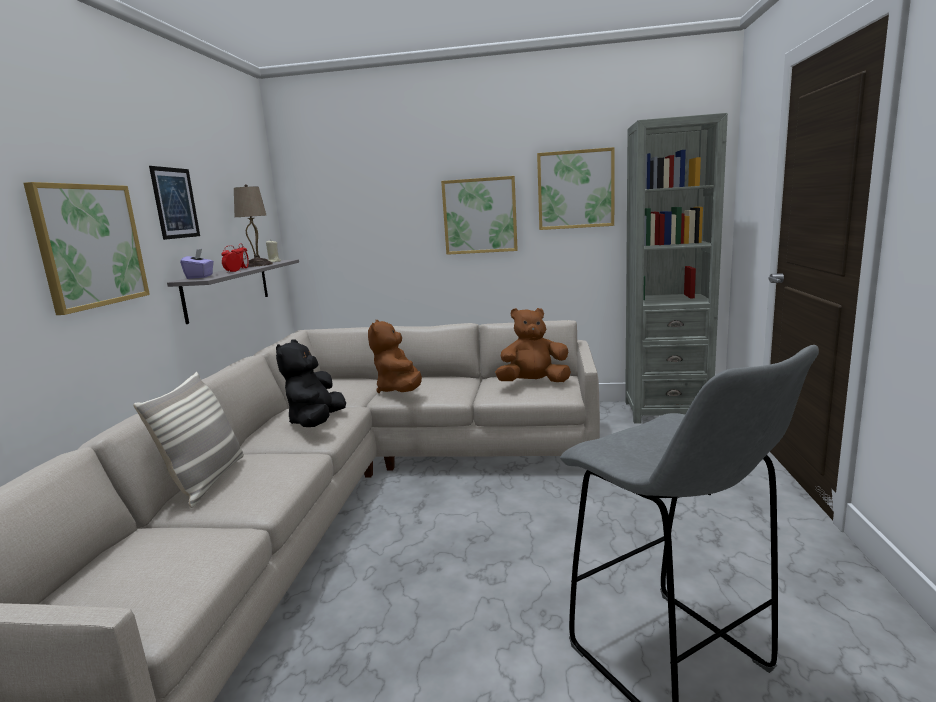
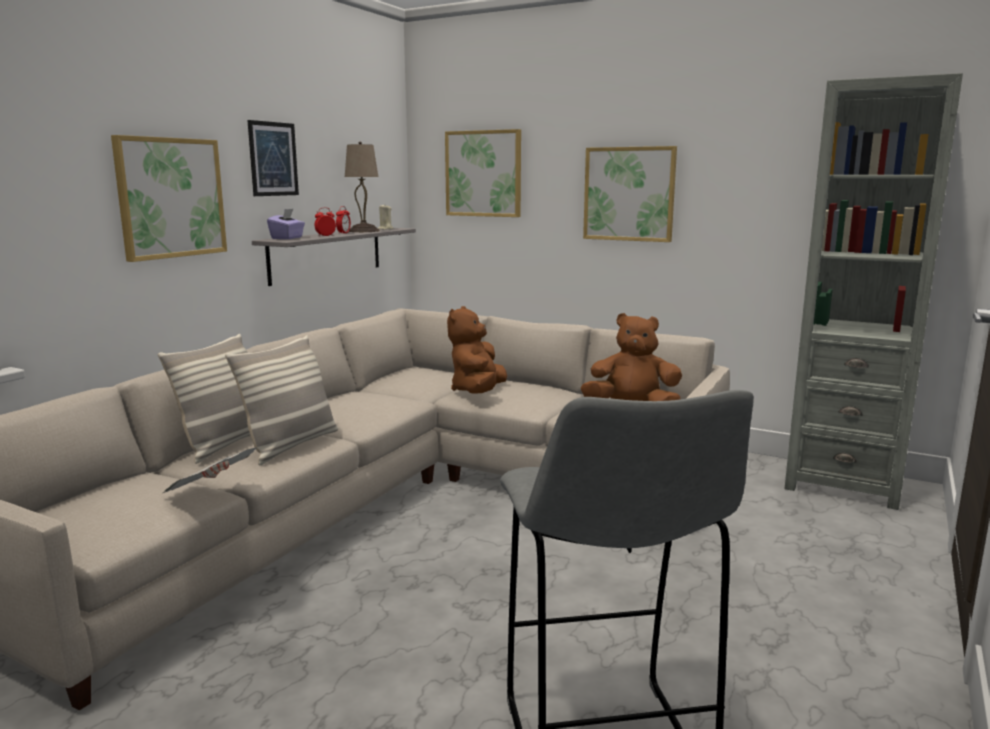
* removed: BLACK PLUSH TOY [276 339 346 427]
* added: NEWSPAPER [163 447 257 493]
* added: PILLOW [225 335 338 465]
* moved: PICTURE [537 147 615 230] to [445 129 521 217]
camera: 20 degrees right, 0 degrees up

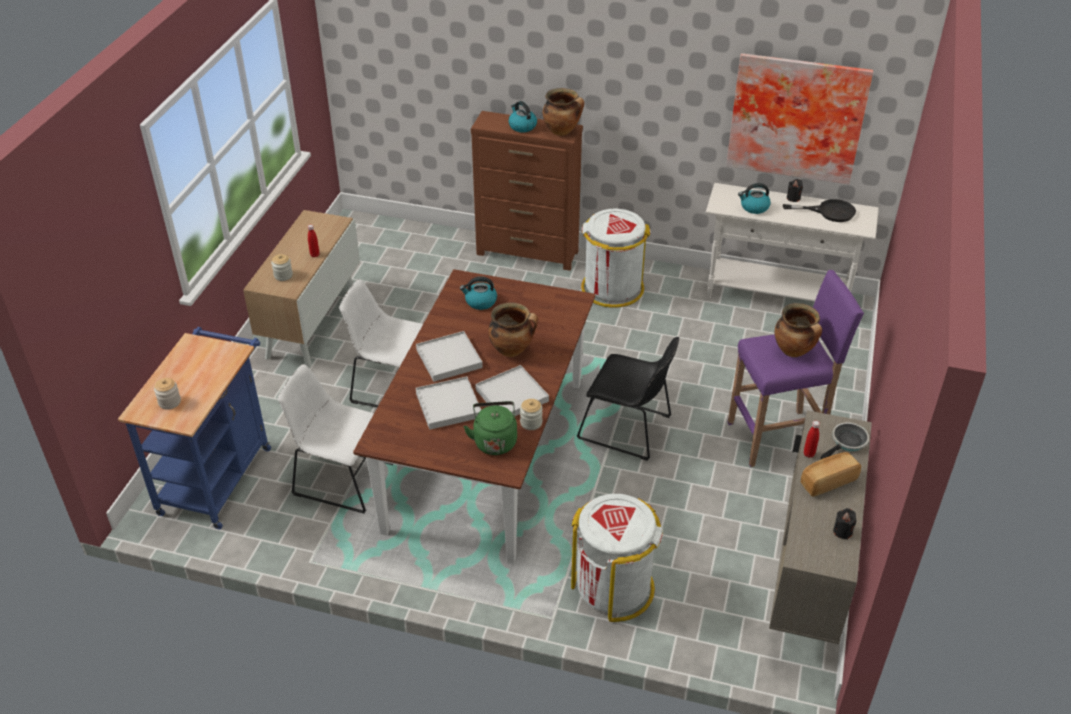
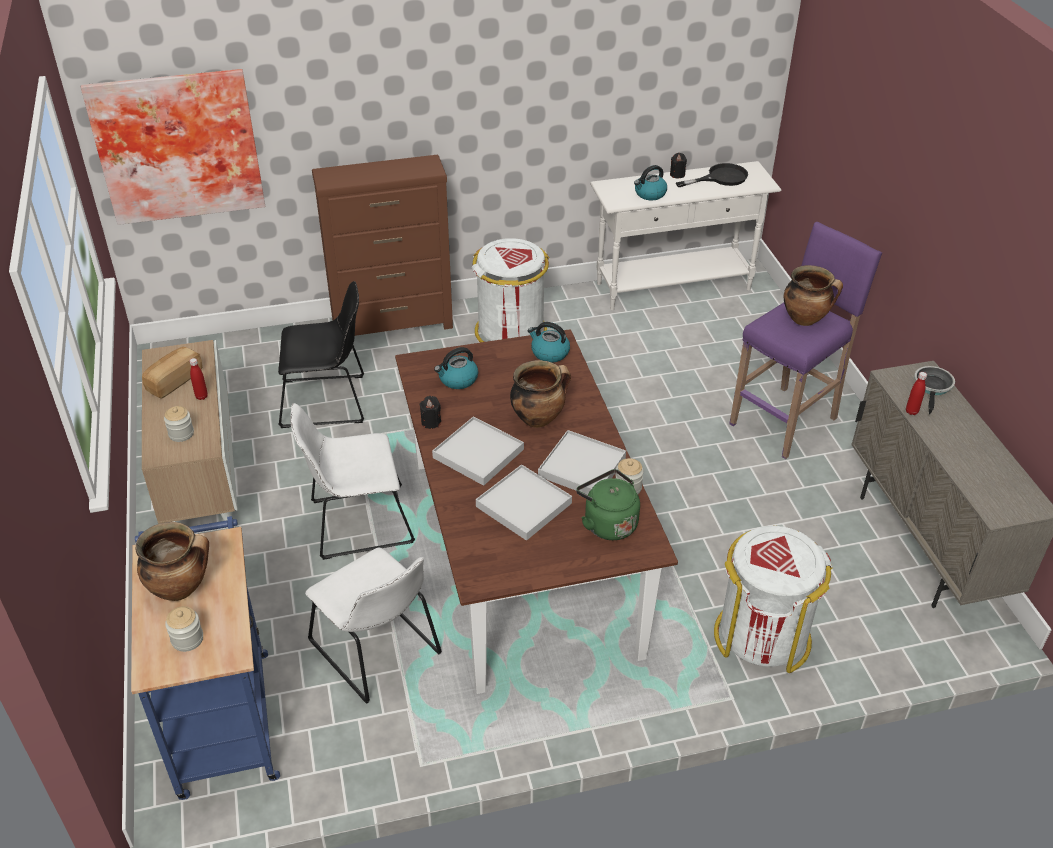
* moved: KETTLE [509 101 537 133] to [528 322 570 363]
* moved: COOKING POT [543 88 584 136] to [136 522 209 601]
* moved: BLACK CHAIR [577 337 679 461] to [278 281 364 428]
* moved: PICTURE [726 53 873 184] to [81 69 265 225]
* moved: BREAD [801 452 861 497] to [142 347 202 399]
* moved: BLACK CANDLE [833 508 856 539] to [419 396 441 429]
* turned: WHITE CHAIR [278 364 393 513] = [305 547 442 704] 120 degrees counterclockwise
camera: 30 degrees left, 0 degrees up

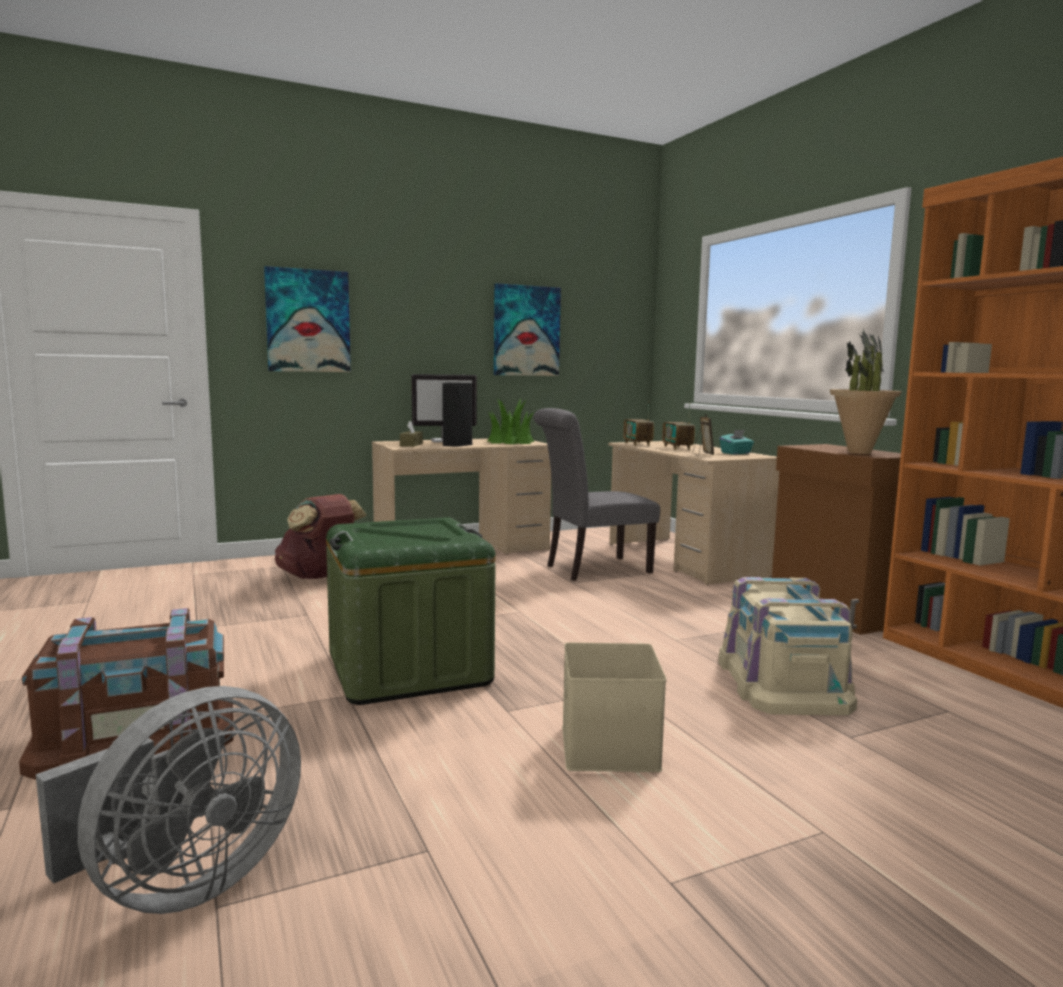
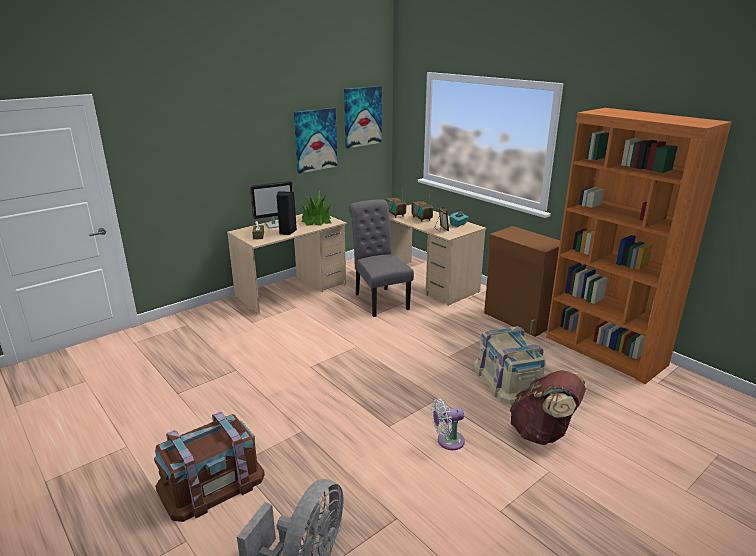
* removed: GREEN STORAGE BOX [326 517 496 705]
* removed: POTTED PLANT [830 329 902 454]
* moved: PICTURE [264 266 351 372] to [344 86 382 149]
* moved: BROWN BACKPACK [275 494 367 579] to [510 370 586 445]
* replaced: BEIGE STORAGE BOX [562 643 666 772] to WHITE FAN [431 398 465 450]
* turned: GREY CHAIR [534 408 660 581] = [349 199 414 317] 105 degrees clockwise
camera: 15 degrees left, 15 degrees up

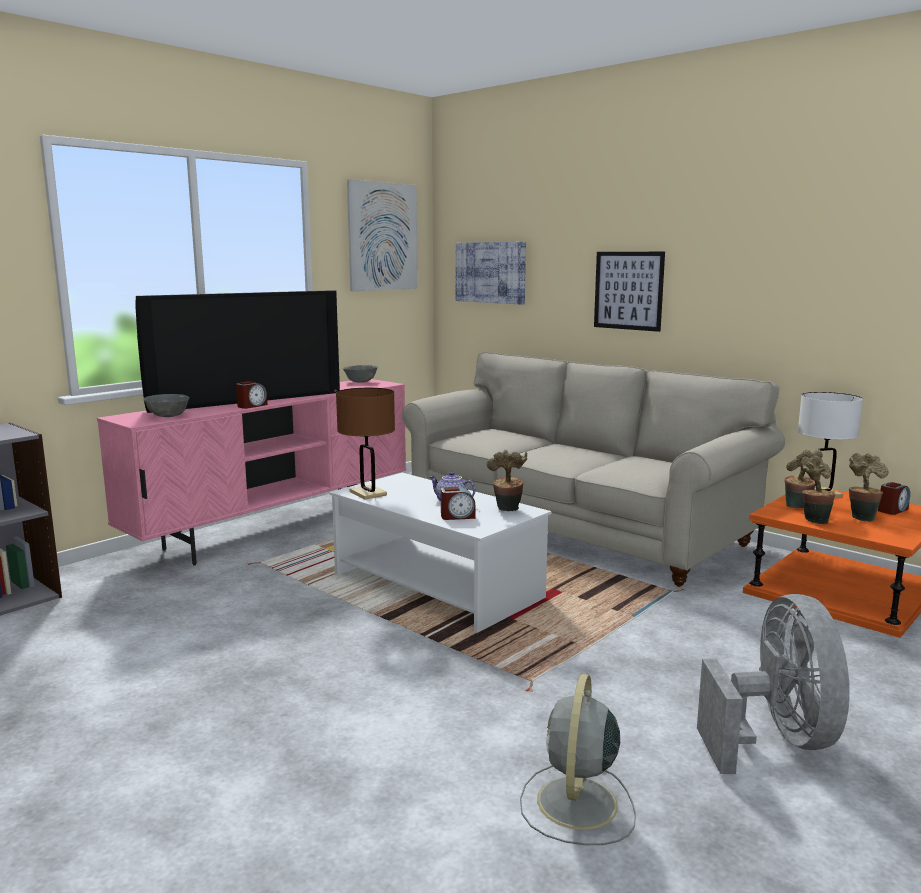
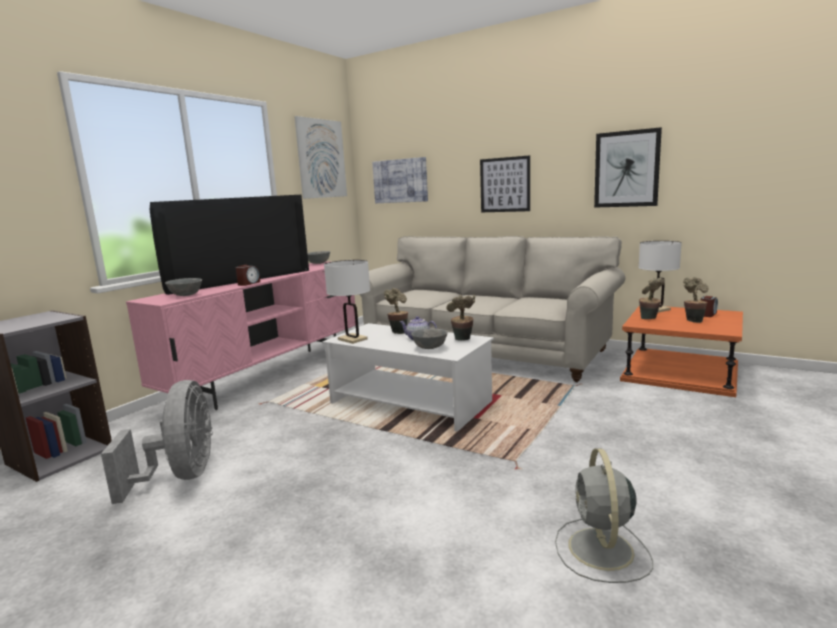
* added: PICTURE [594 127 662 208]
* moved: GREY FAN [697 594 850 774] to [101 380 213 504]
* moved: POTTED PLANT [801 455 836 524] to [384 288 408 334]
* replaced: ALARM CLOCK [441 487 475 520] to GREY BOWL [411 328 448 349]
* recoloured: BROWN TABLE LAMP [336 388 395 500] to WHITE TABLE LAMP [324 260 370 344]
camera: 10 degrees left, 0 degrees up

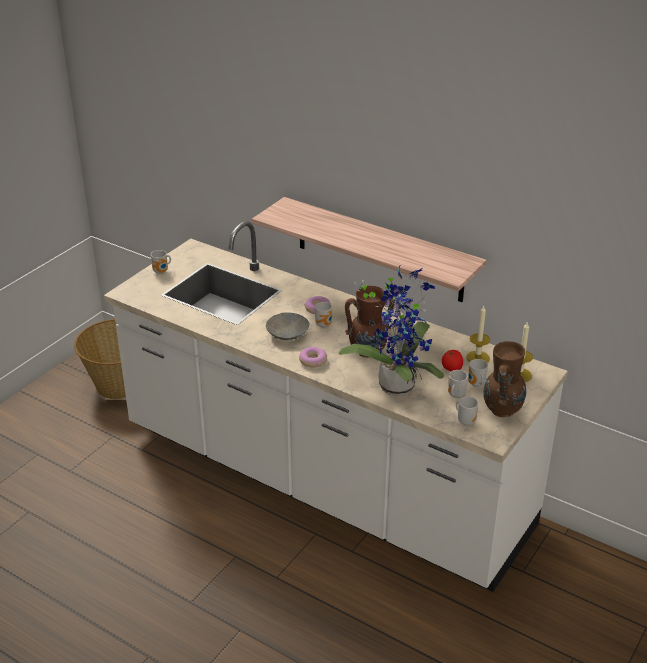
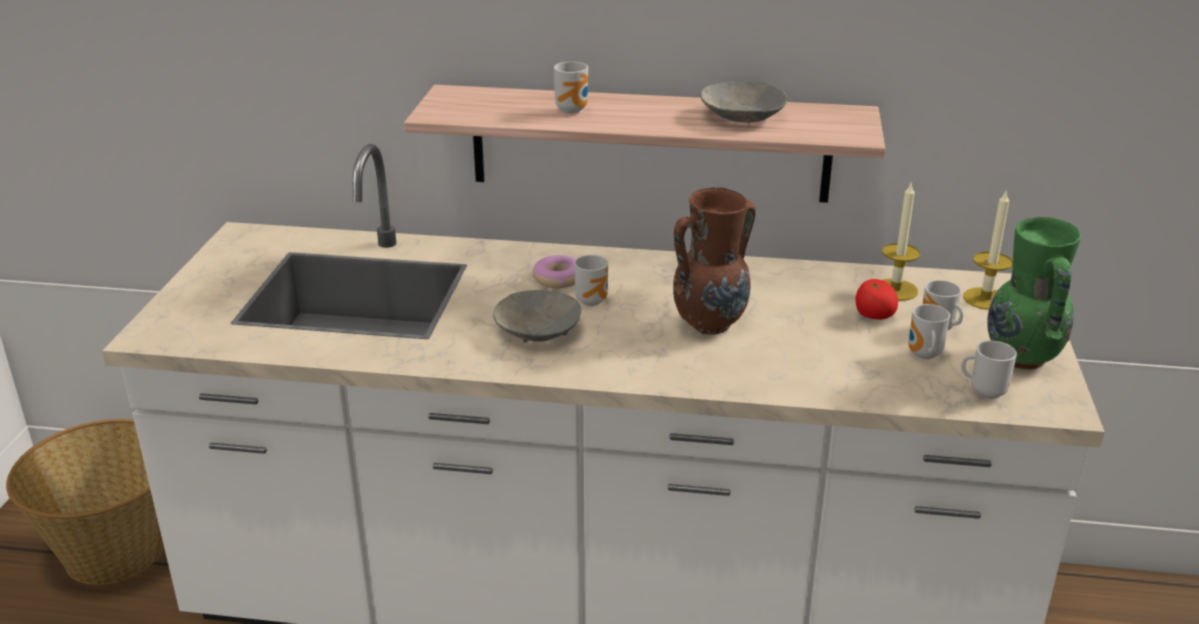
* removed: DONUT [299 347 327 367]
* removed: POTTED PLANT [339 264 444 396]
* added: GREY BOWL [700 82 787 124]
* moved: MUG [151 250 171 274] to [554 62 588 114]
* recoloured: BROWN VASE [483 341 526 418] to GREEN VASE [987 217 1081 370]
camera: 25 degrees left, 5 degrees down

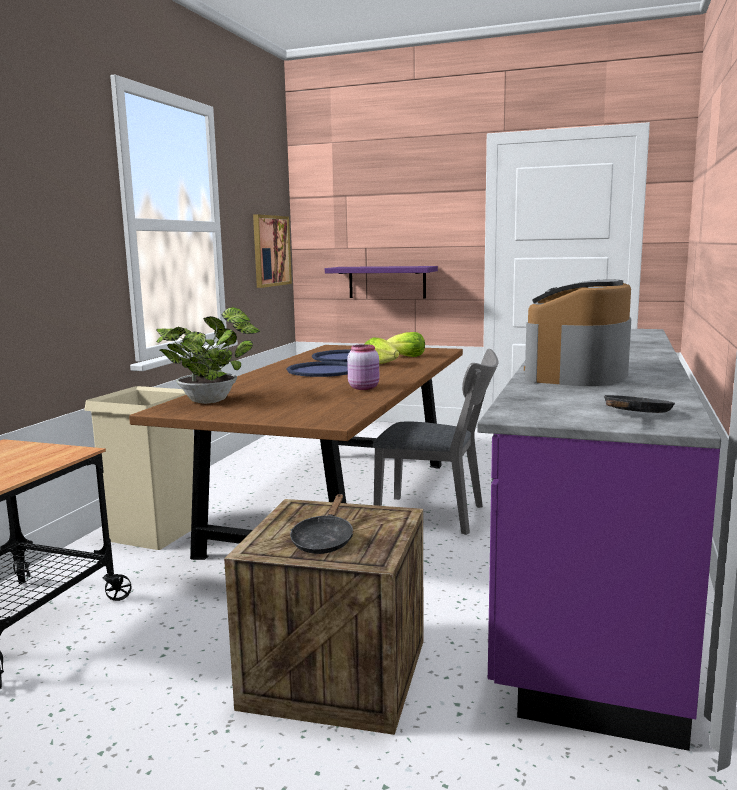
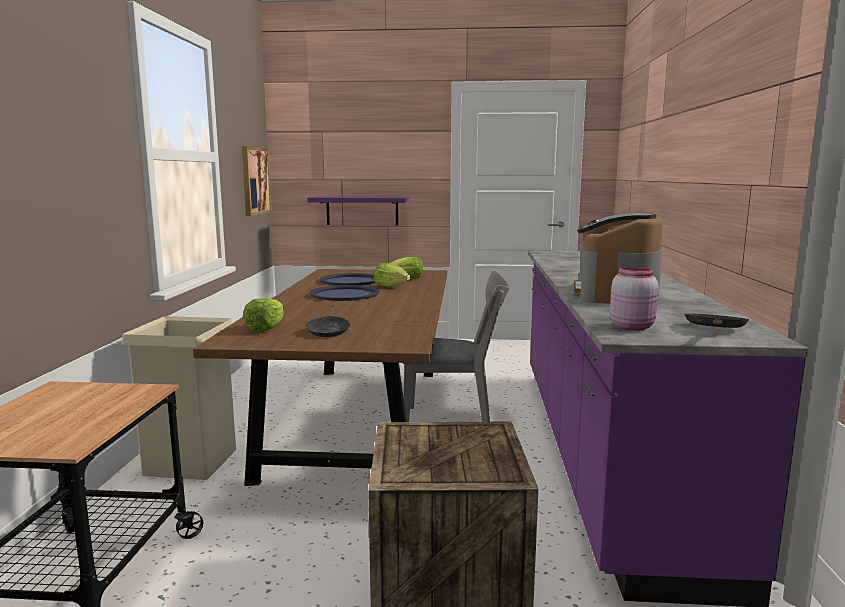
* moved: BLACK FRYING PAN [290 494 353 554] to [305 305 350 337]
* moved: PINK JAR [347 344 379 390] to [610 267 659 331]
* replaced: POTTED PLANT [156 307 261 404] to LETTUCE [243 298 283 332]
camera: 15 degrees left, 0 degrees up

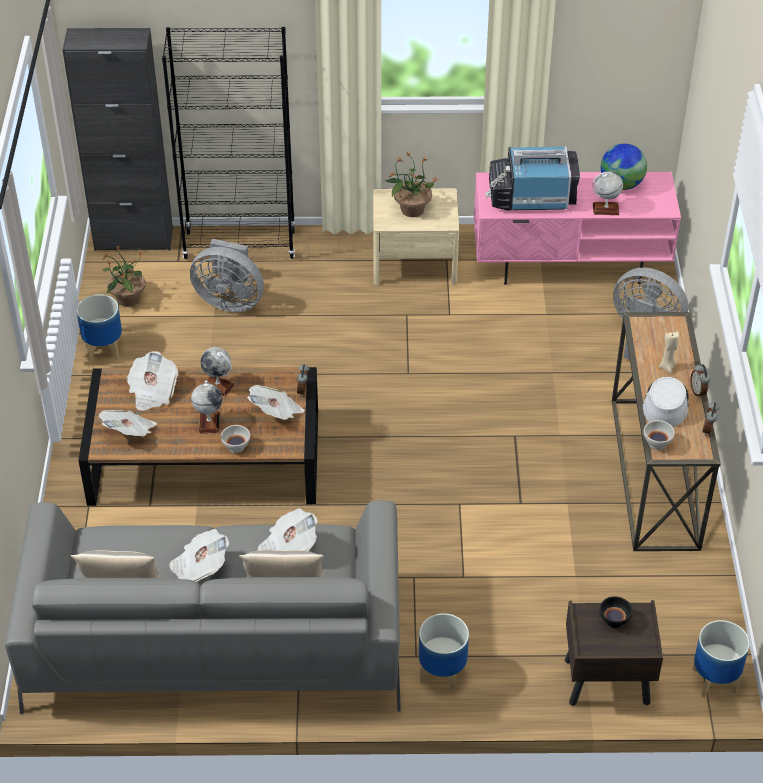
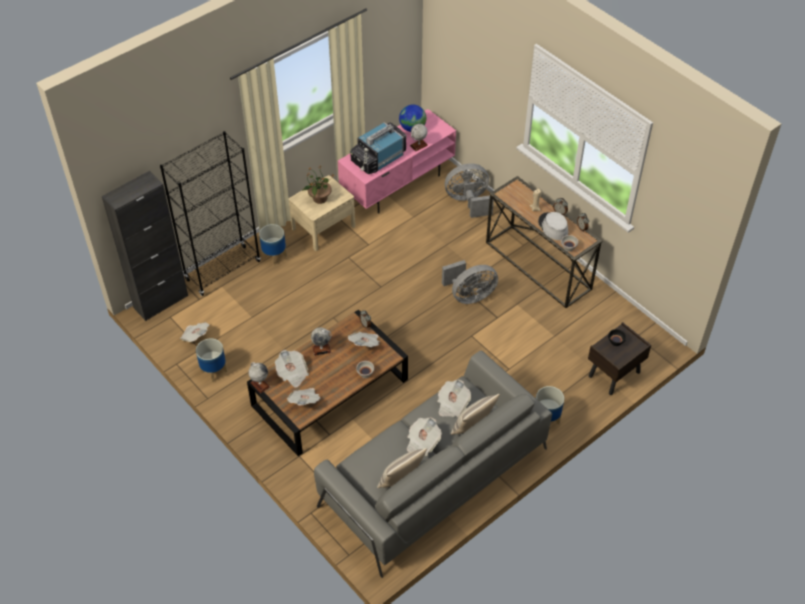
* moved: GREY FAN [190 239 264 312] to [442 260 498 304]
* moved: GLOBE [191 380 222 433] to [248 362 270 393]
* moved: PLANTER [693 620 750 698] to [259 224 287 266]
* replaced: POTTED PLANT [101 245 146 307] to NEWSPAPER [180 322 209 342]
camera: 40 degrees left, 5 degrees up

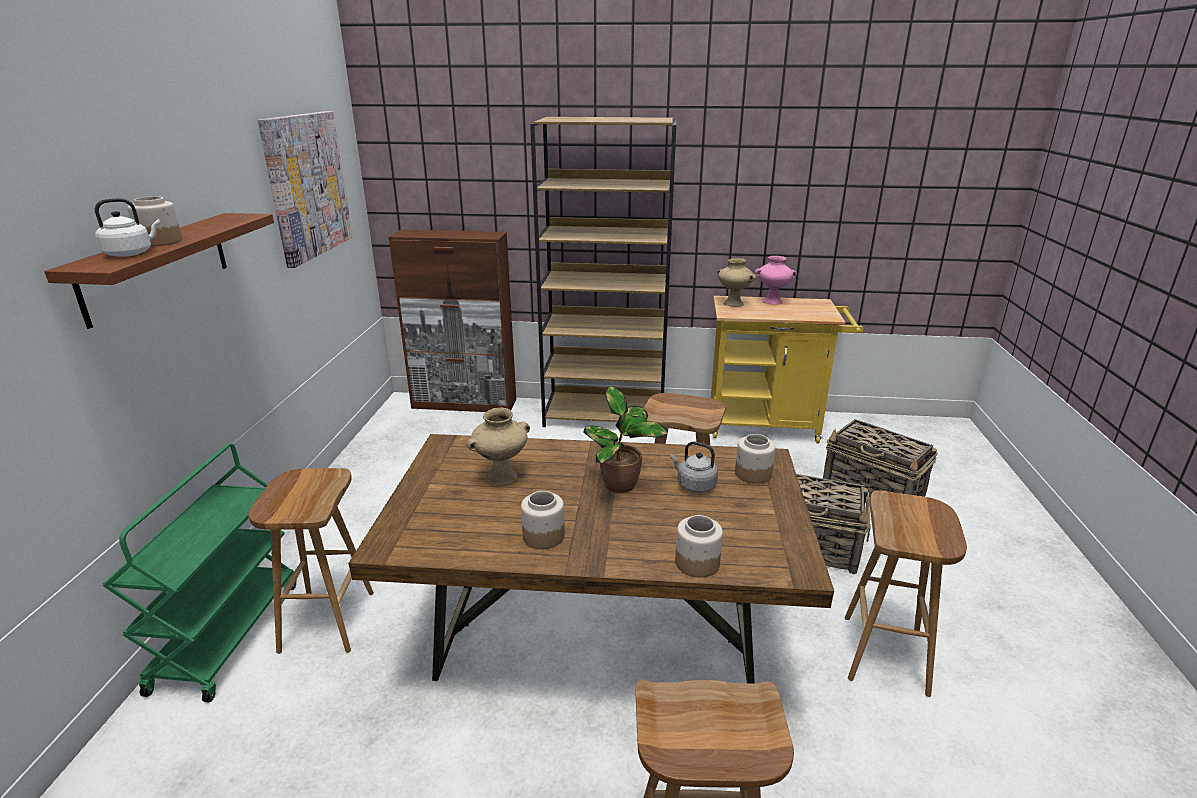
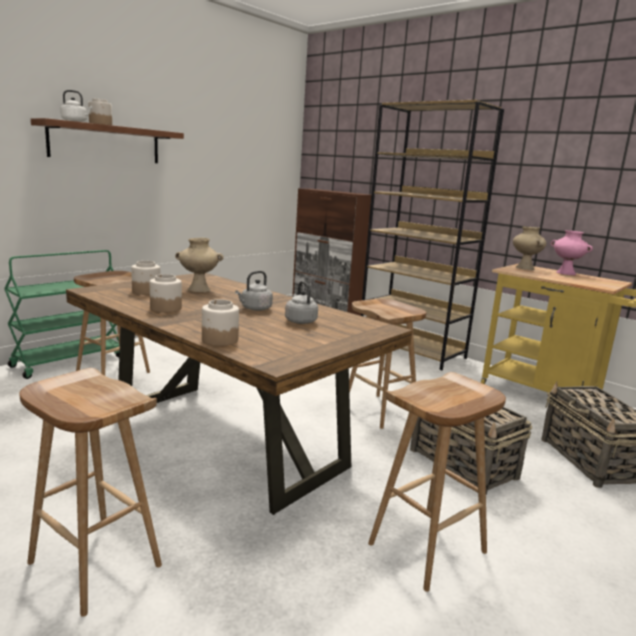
* removed: PICTURE [258 111 353 268]
* moved: JAR [735 434 776 484] to [131 261 160 295]
* replaced: POTTED PLANT [584 386 668 493] to GREY KETTLE [235 271 273 311]
camera: 35 degrees right, 10 degrees down

